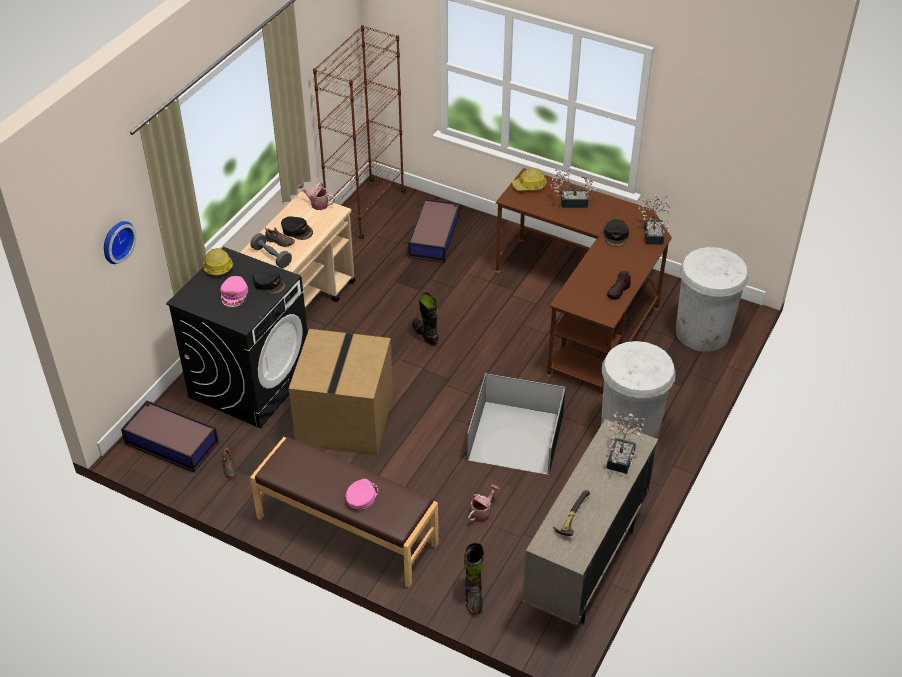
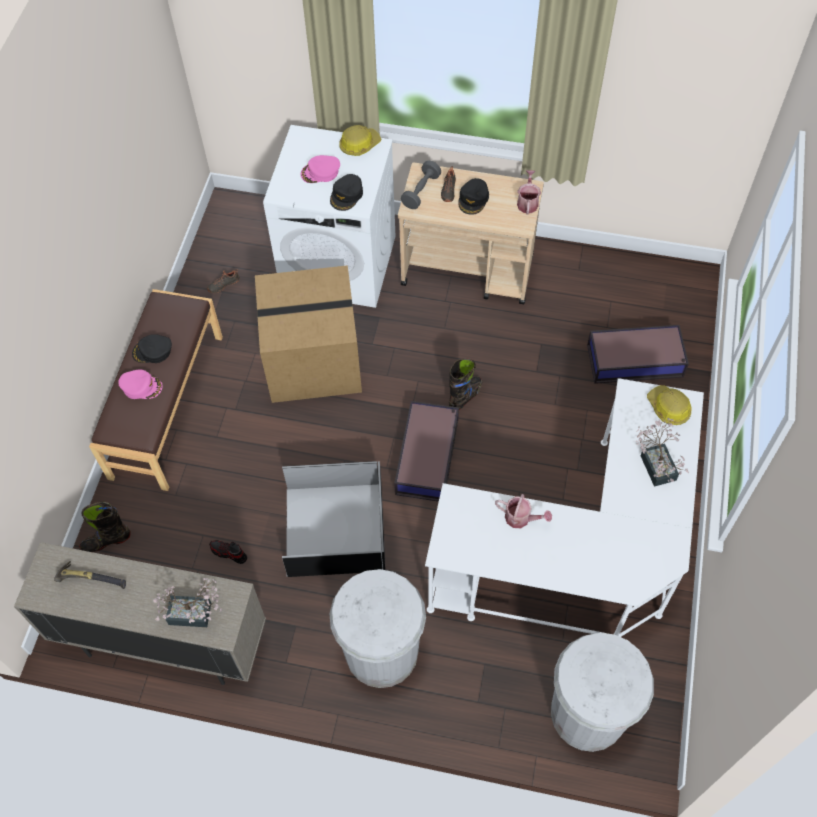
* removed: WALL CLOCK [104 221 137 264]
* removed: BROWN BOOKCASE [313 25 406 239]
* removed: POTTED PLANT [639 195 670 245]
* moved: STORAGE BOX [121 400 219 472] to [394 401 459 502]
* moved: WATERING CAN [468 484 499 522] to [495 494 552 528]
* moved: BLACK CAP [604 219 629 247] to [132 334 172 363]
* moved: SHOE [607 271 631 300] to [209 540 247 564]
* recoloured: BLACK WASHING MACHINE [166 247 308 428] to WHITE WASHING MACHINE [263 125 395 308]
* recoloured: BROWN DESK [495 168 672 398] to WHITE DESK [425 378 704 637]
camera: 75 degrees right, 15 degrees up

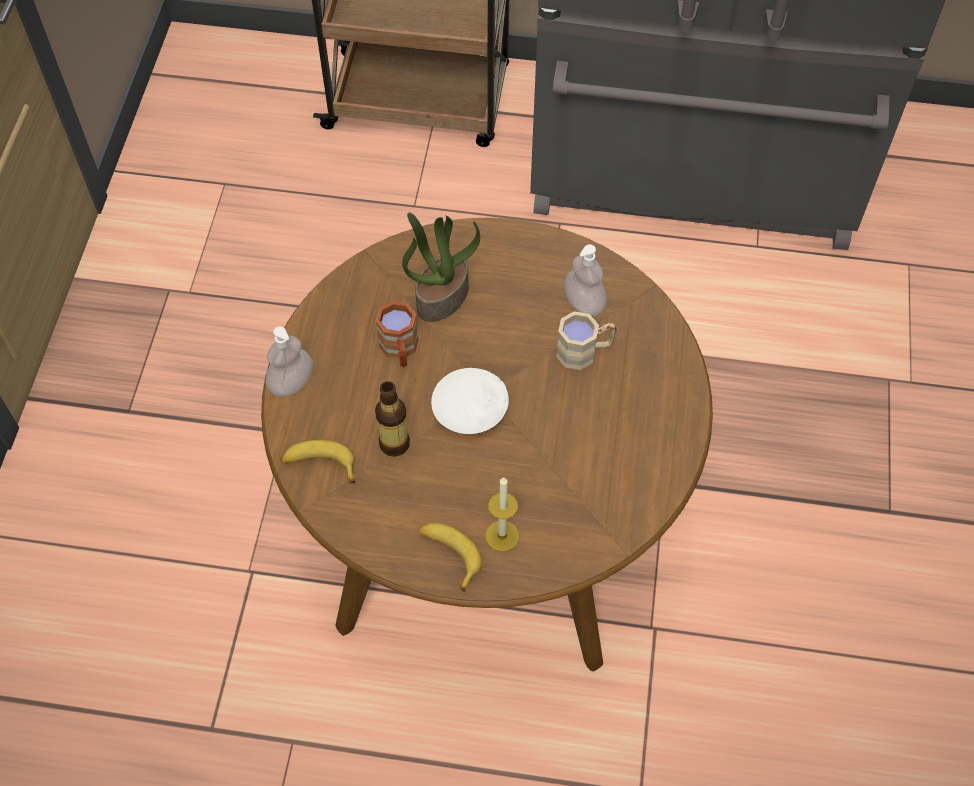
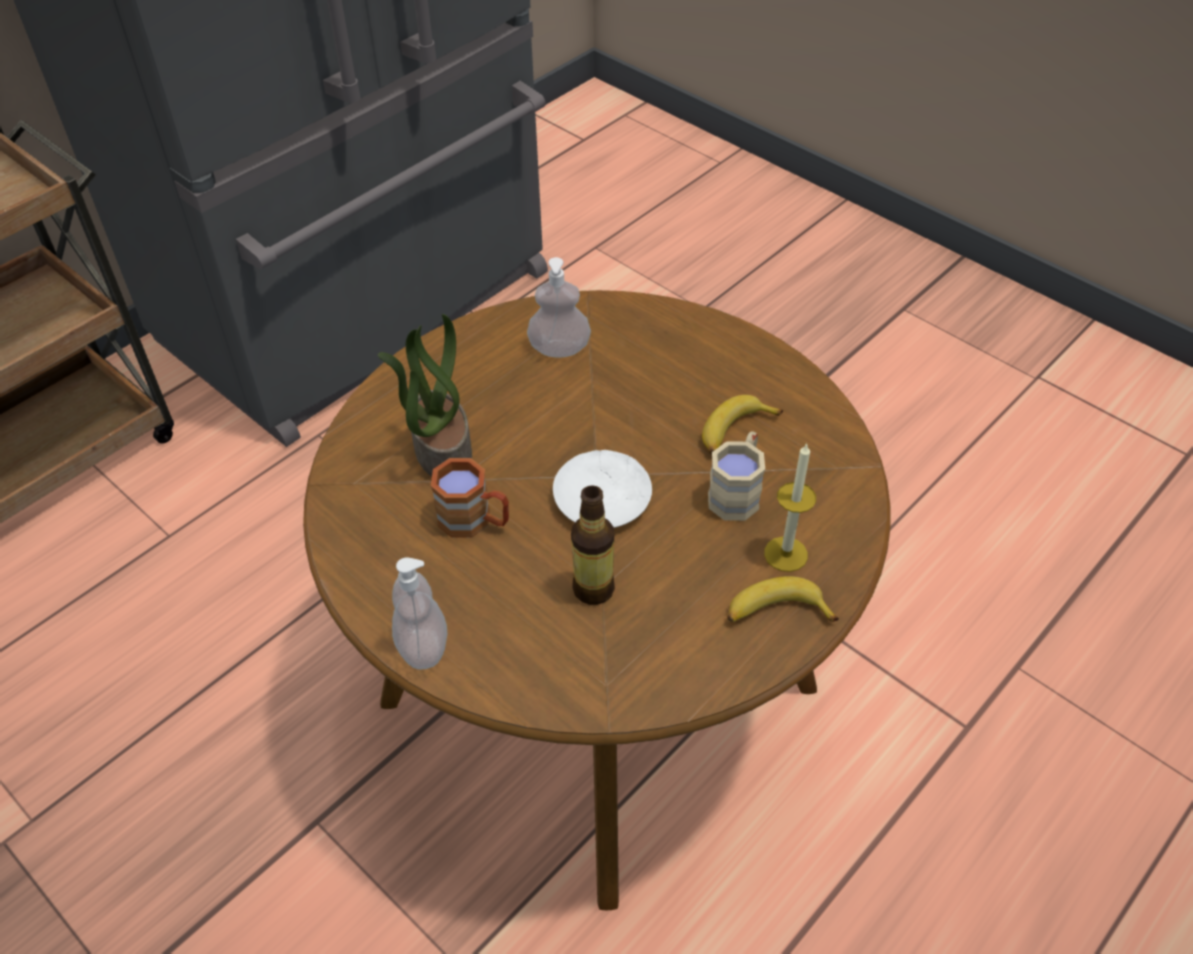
* moved: BANANA [281 440 355 483] to [702 395 783 454]
* moved: BEIGE MUG [556 311 616 370] to [708 431 765 521]
camera: 55 degrees left, 10 degrees down

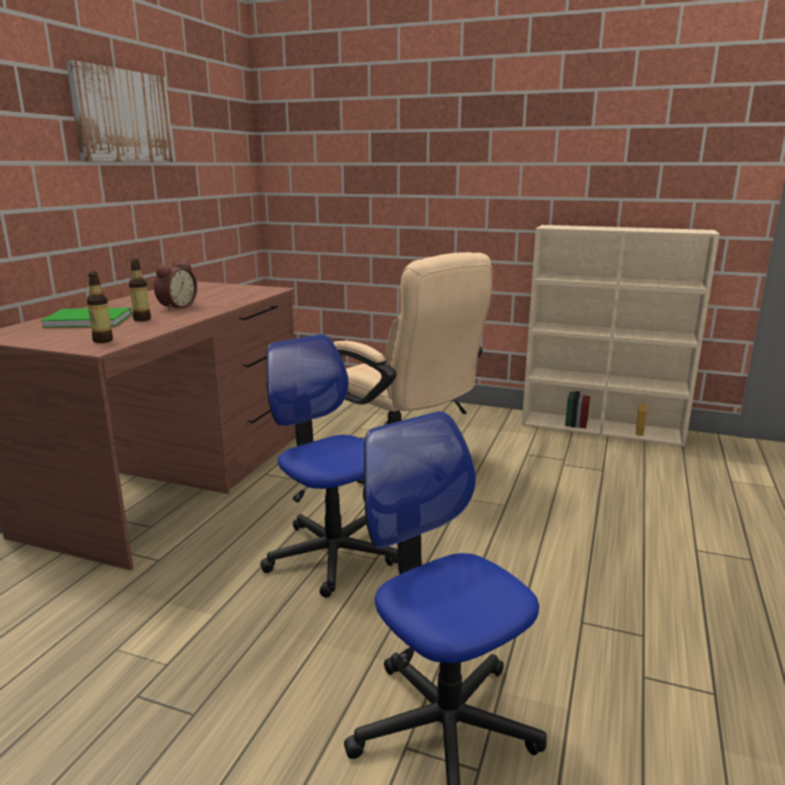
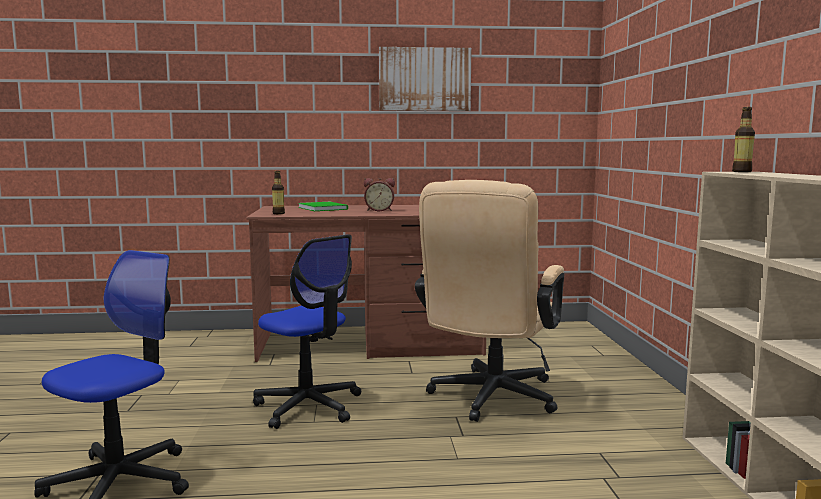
* moved: BOTTLE [129 259 151 321] to [732 107 755 172]
* turned: OFFICE CHAIR [260 334 398 597] = [253 234 361 429] 105 degrees clockwise
camera: 65 degrees right, 10 degrees down

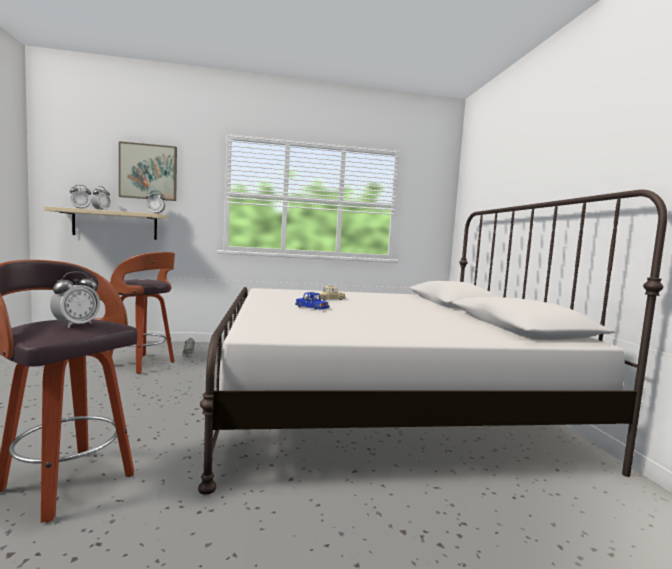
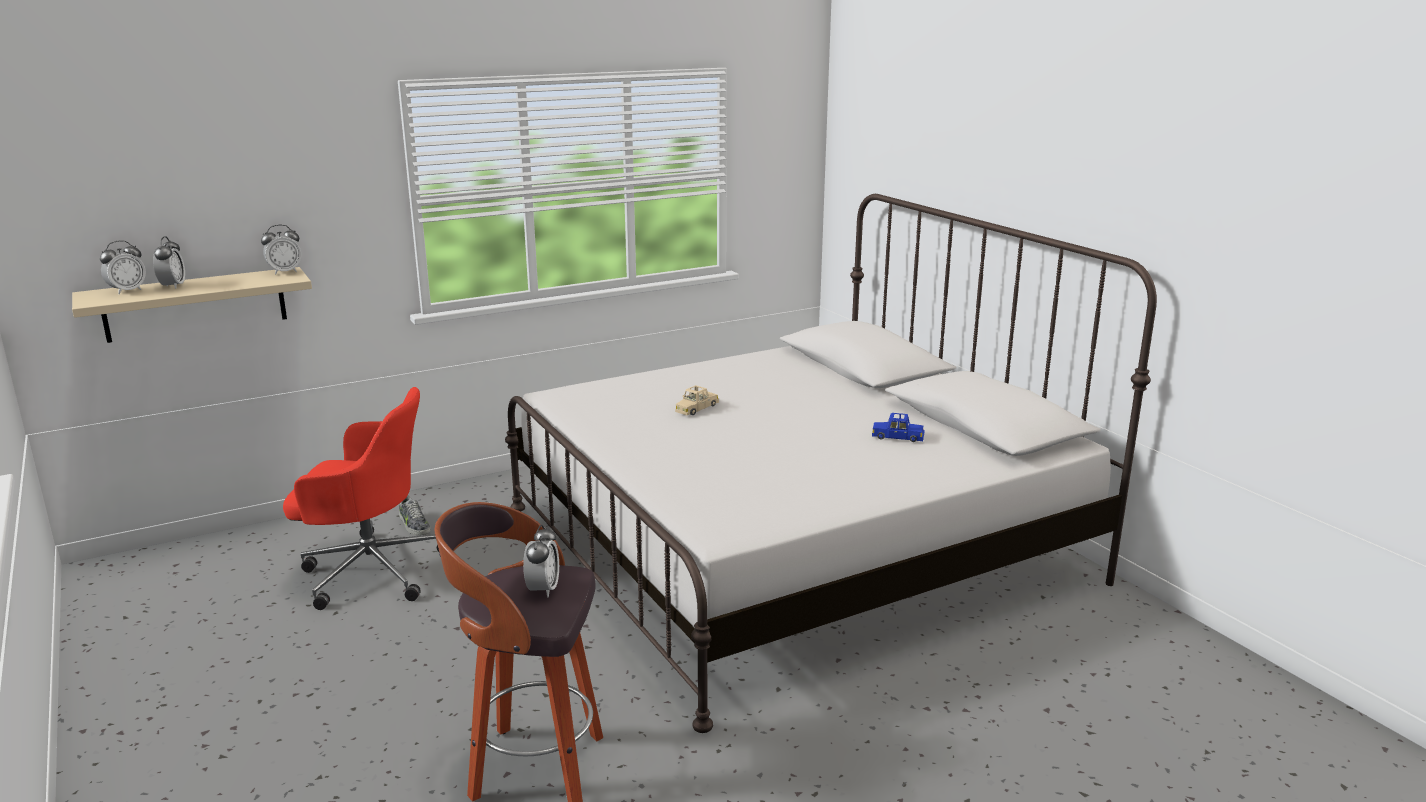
* removed: PICTURE [119 141 177 201]
* moved: BLUE TOY CAR [295 292 329 310] to [872 413 925 442]
* replaced: STOOL [108 252 175 374] to RED OFFICE CHAIR [283 387 440 610]
camera: 20 degrees left, 15 degrees up

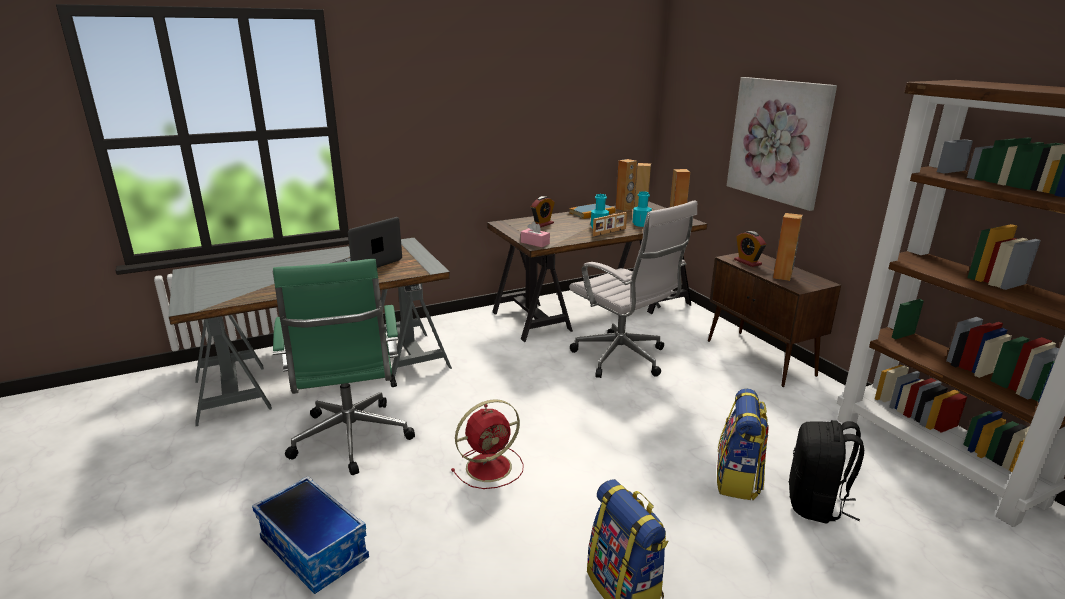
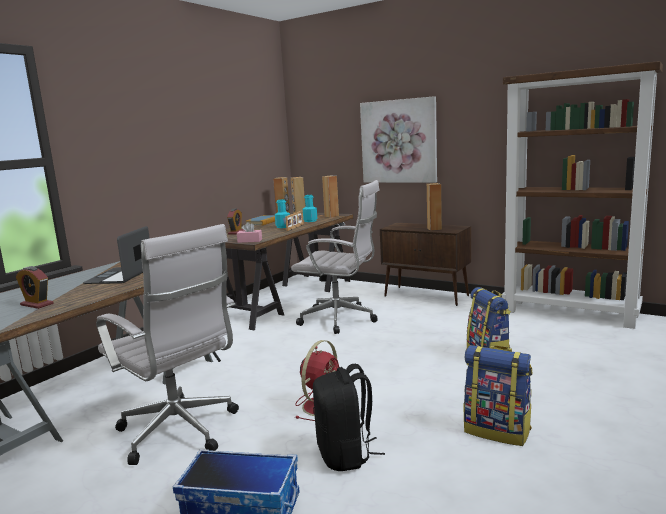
* moved: ALARM CLOCK [734 231 766 267] to [16 266 54 309]
* moved: BLACK BACKPACK [789 420 864 523] to [313 364 385 471]
* recoloured: GREEN OFFICE CHAIR [272 259 415 475] to WHITE OFFICE CHAIR [96 224 239 465]
camera: 30 degrees left, 10 degrees down

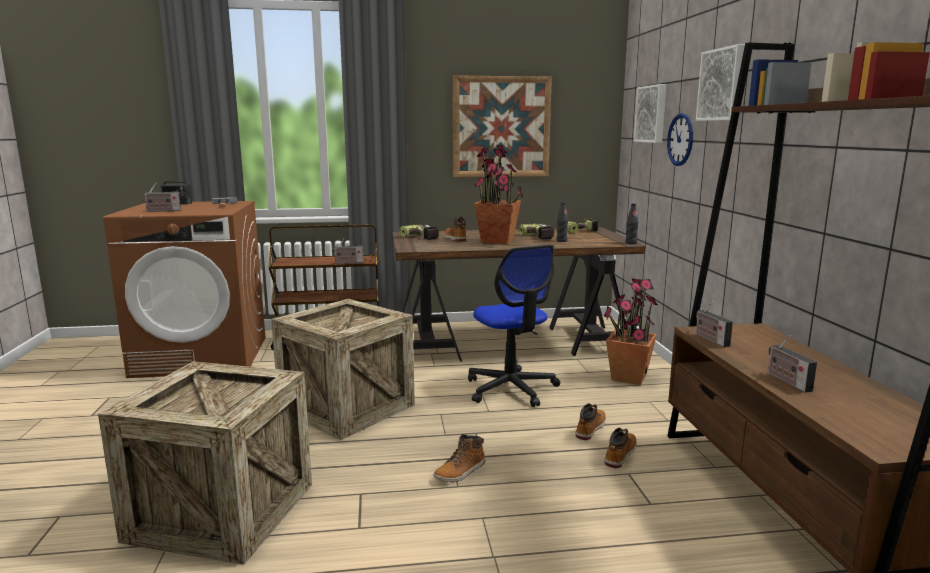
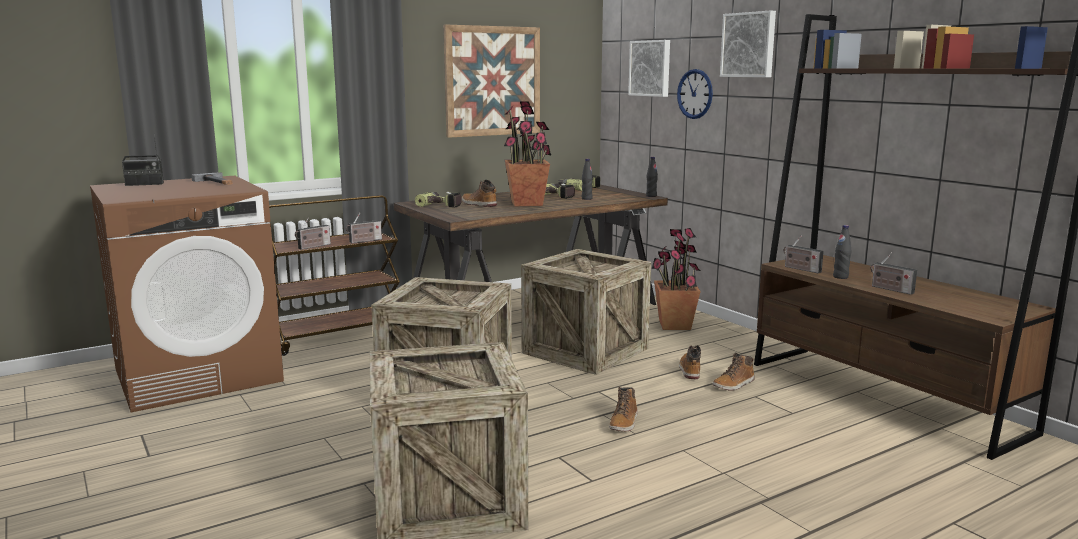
* added: BLACK BOTTLE [833 225 851 279]
* moved: RADIO [141 183 181 212] to [295 217 331 250]
* replaced: OFFICE CHAIR [468 244 560 407] to CRATE [521 249 651 375]
* turned: BOOT [605 428 637 468] = [712 353 755 391] 135 degrees counterclockwise
camera: 25 degrees left, 0 degrees up

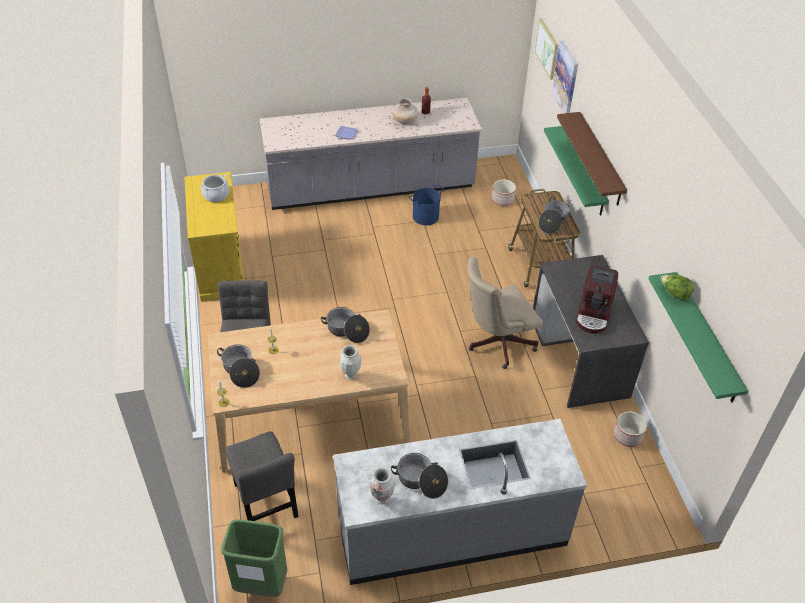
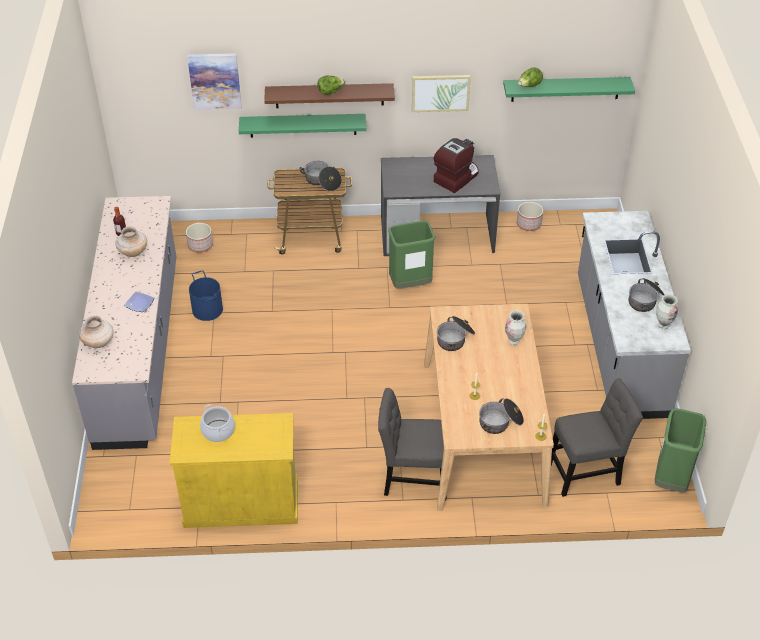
* added: BEIGE VASE [79 316 114 348]
* added: LETTUCE [317 75 345 95]
* moved: PICTURE [534 18 558 80] to [412 75 471 112]
* replaced: BEIGE OFFICE CHAIR [467 257 543 369] to GREEN TRASH CAN [388 221 435 289]
* turned: COFFEE MACHINE [576 265 618 334] = [434 138 479 193] 75 degrees counterclockwise
camera: 80 degrees left, 0 degrees up

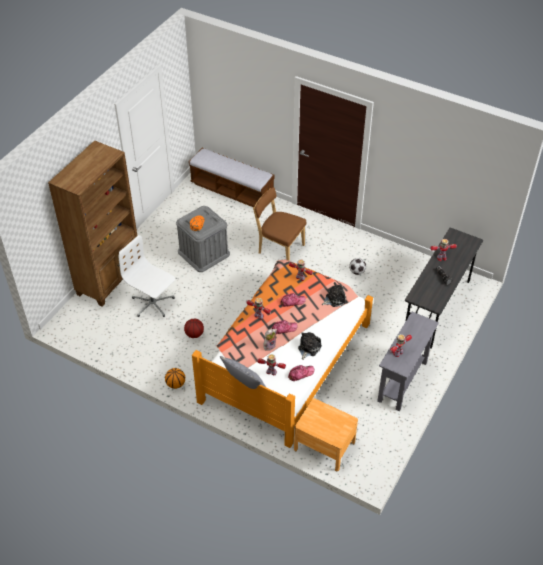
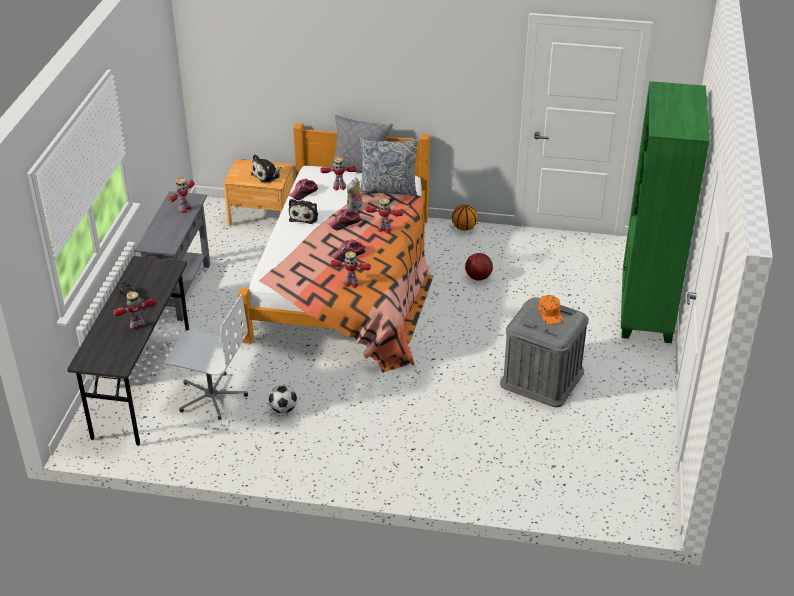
* removed: BENCH [189 148 275 207]
* removed: BROWN CHAIR [253 187 306 261]
* added: PILLOW [360 138 419 197]
* moved: WHITE OFFICE CHAIR [119 235 175 317] to [165 295 248 420]
* moved: PLUSH TOY [322 282 347 307] to [251 154 282 183]
* recoloured: BROWN BOOKCASE [48 140 140 307] to GREEN BOOKCASE [621 81 710 343]
camera: 160 degrees right, 10 degrees down

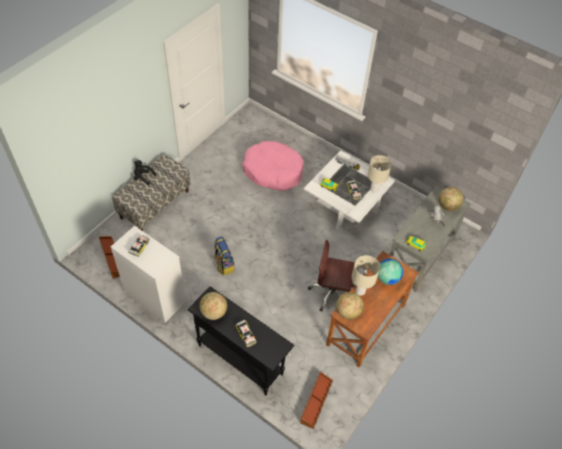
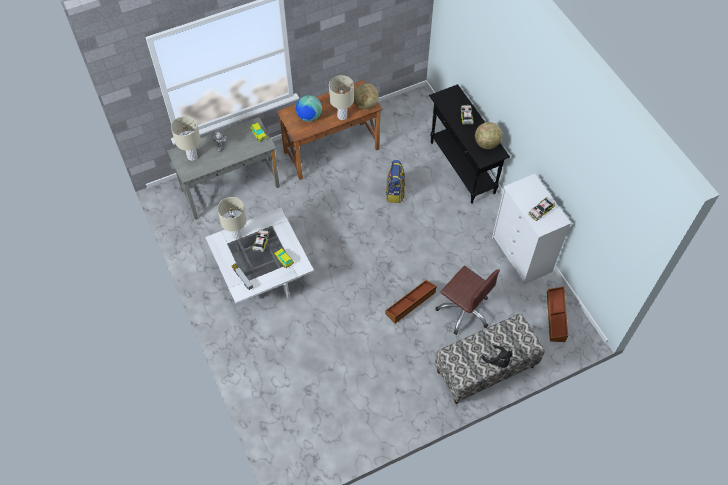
* removed: PINK DOG BED [242 141 304 191]
* moved: BACKPACK [214 236 235 275] to [386 160 405 203]
* moved: BROWN STORAGE BOX [300 372 333 429] to [385 280 437 323]
* moved: BROWN OFFICE CHAIR [308 240 355 312] to [436 266 500 335]
* replaced: GLOBE [439 187 464 211] to BEIGE TABLE LAMP [171 116 201 161]
camera: 150 degrees left, 5 degrees up

